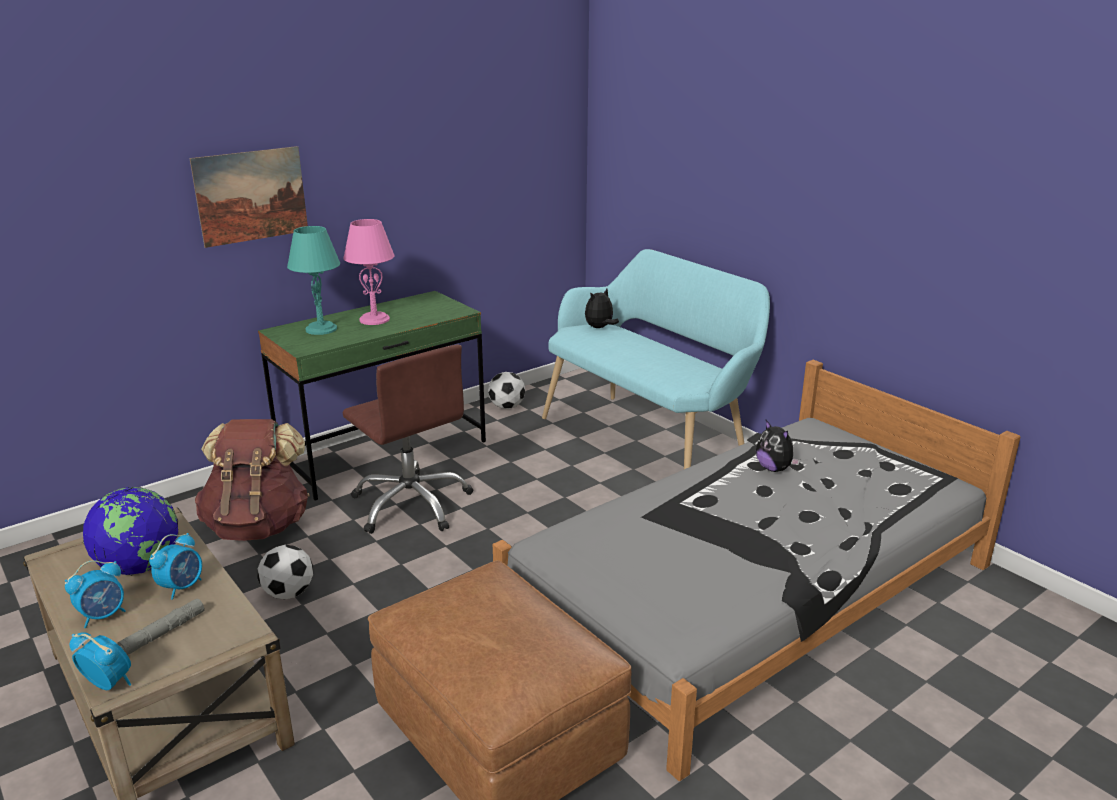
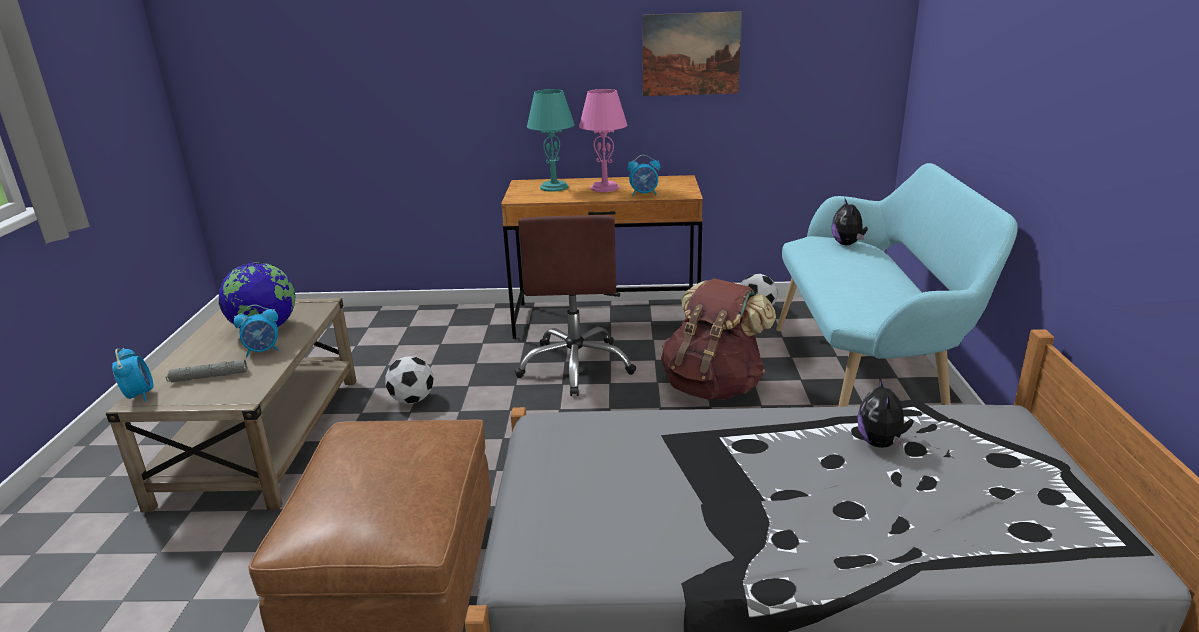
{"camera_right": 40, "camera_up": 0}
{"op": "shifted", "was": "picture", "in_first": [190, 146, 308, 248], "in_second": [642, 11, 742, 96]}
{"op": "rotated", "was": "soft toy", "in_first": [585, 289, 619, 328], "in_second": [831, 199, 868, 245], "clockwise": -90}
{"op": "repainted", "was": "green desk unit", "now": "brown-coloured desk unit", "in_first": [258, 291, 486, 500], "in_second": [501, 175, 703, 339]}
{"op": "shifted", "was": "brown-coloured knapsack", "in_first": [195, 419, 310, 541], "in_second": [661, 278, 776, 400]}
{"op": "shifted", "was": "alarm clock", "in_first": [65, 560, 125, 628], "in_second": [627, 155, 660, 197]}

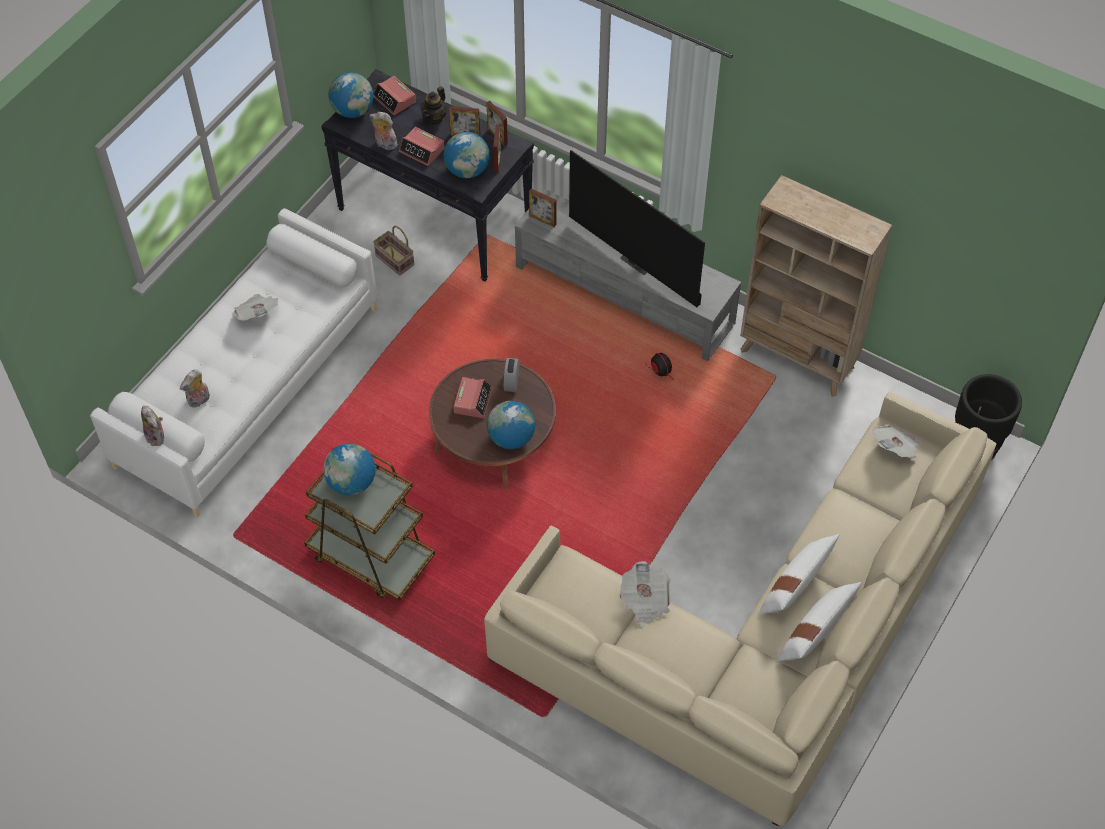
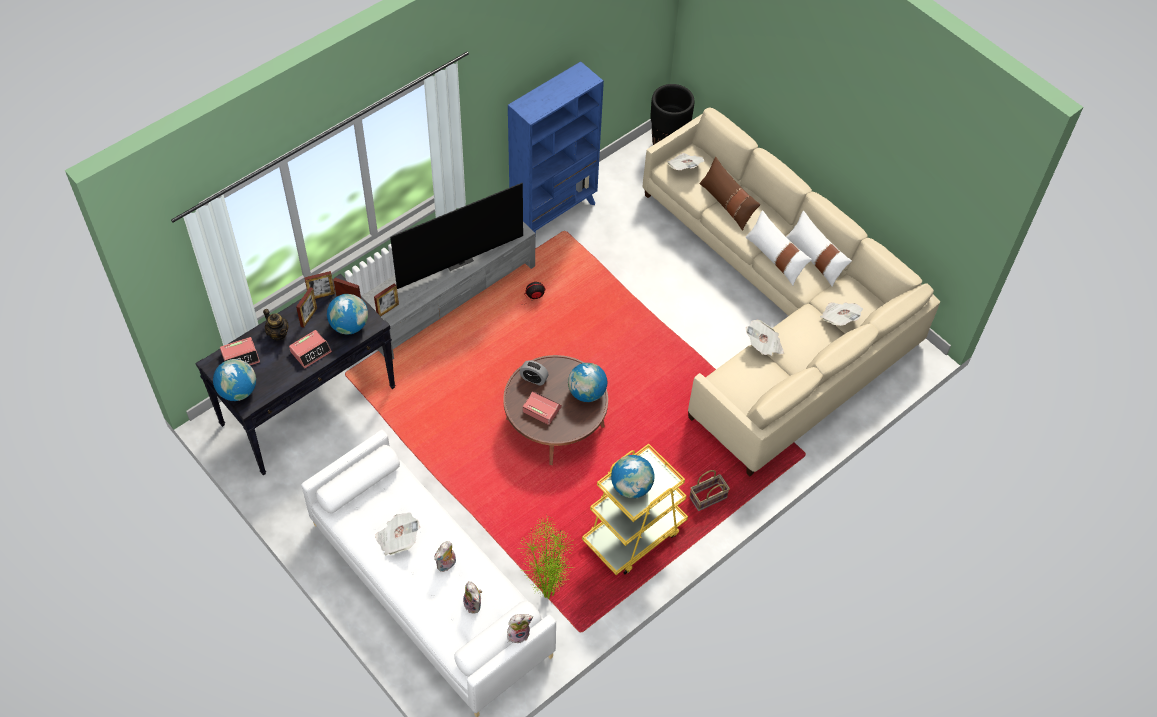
{"camera_right": -75, "camera_up": 0}
{"op": "shifted", "was": "soft toy", "in_first": [369, 112, 398, 150], "in_second": [434, 541, 456, 572]}
{"op": "repainted", "was": "sand-coloured bookcase", "now": "blue-coloured bookcase", "in_first": [740, 175, 892, 397], "in_second": [508, 61, 604, 242]}
{"op": "shifted", "was": "household basket", "in_first": [373, 226, 414, 276], "in_second": [689, 470, 730, 511]}
{"op": "repainted", "was": "brown-coloured cart", "now": "yellow-coloured cart", "in_first": [304, 451, 435, 601], "in_second": [582, 444, 688, 575]}
{"op": "new", "now": "brown-coloured pillow", "in_second": [699, 157, 761, 231]}
{"op": "new", "now": "newspaper", "in_second": [820, 302, 863, 326]}
{"op": "new", "now": "potted plant", "in_second": [518, 515, 574, 599]}

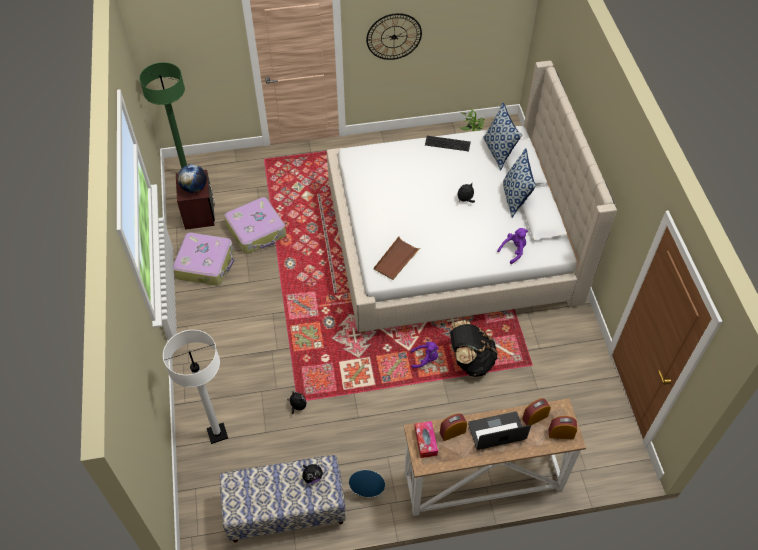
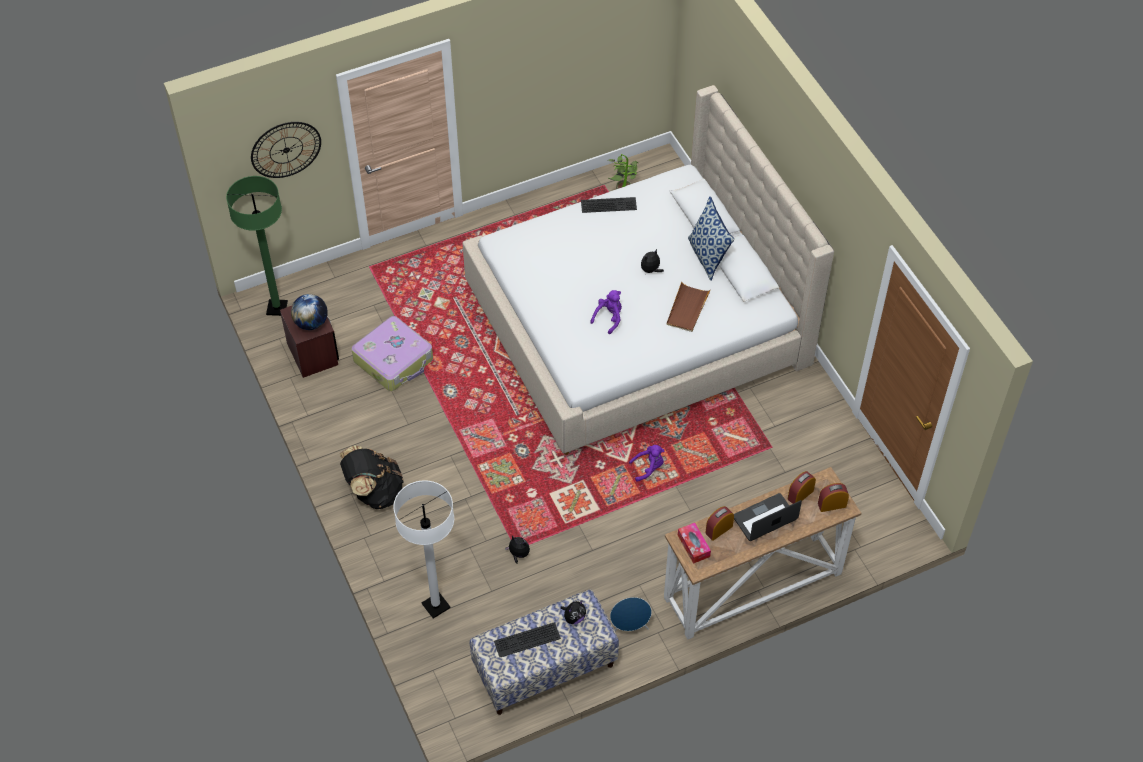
{"camera_right": -15, "camera_up": 0}
{"op": "shifted", "was": "clock on the wall", "in_first": [366, 13, 422, 60], "in_second": [251, 122, 321, 178]}
{"op": "gone", "was": "pillow", "in_first": [483, 102, 522, 170]}
{"op": "shifted", "was": "purple soft toy", "in_first": [497, 228, 528, 264], "in_second": [590, 290, 622, 334]}
{"op": "gone", "was": "piece of luggage", "in_first": [173, 232, 234, 286]}
{"op": "shifted", "was": "brown-coloured serving tray", "in_first": [374, 236, 420, 280], "in_second": [667, 282, 711, 332]}
{"op": "shifted", "was": "black knapsack", "in_first": [450, 320, 498, 377], "in_second": [340, 445, 404, 509]}
{"op": "new", "now": "PC keyboard", "in_second": [494, 622, 561, 657]}

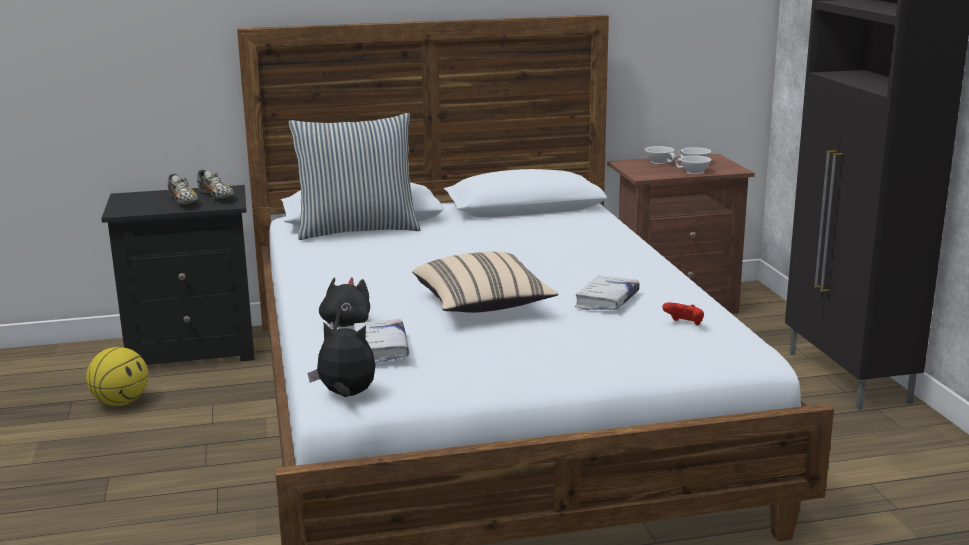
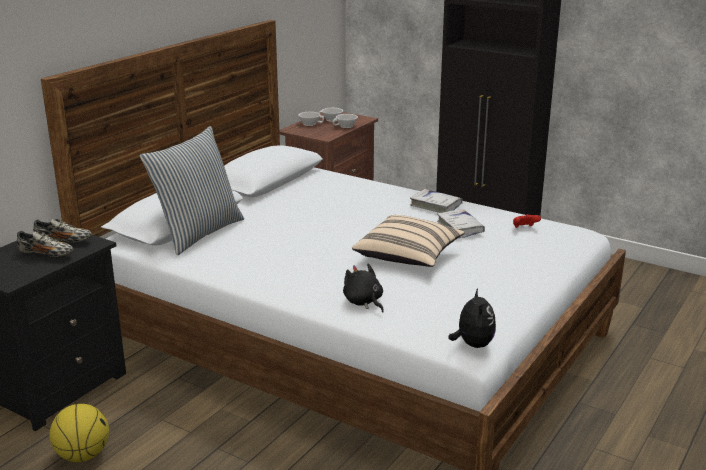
{"camera_right": -45, "camera_up": 5}
{"op": "shifted", "was": "white-coloured volume", "in_first": [354, 319, 409, 363], "in_second": [410, 189, 463, 213]}
{"op": "rotated", "was": "soft toy", "in_first": [308, 323, 376, 397], "in_second": [448, 288, 496, 348], "clockwise": 120}

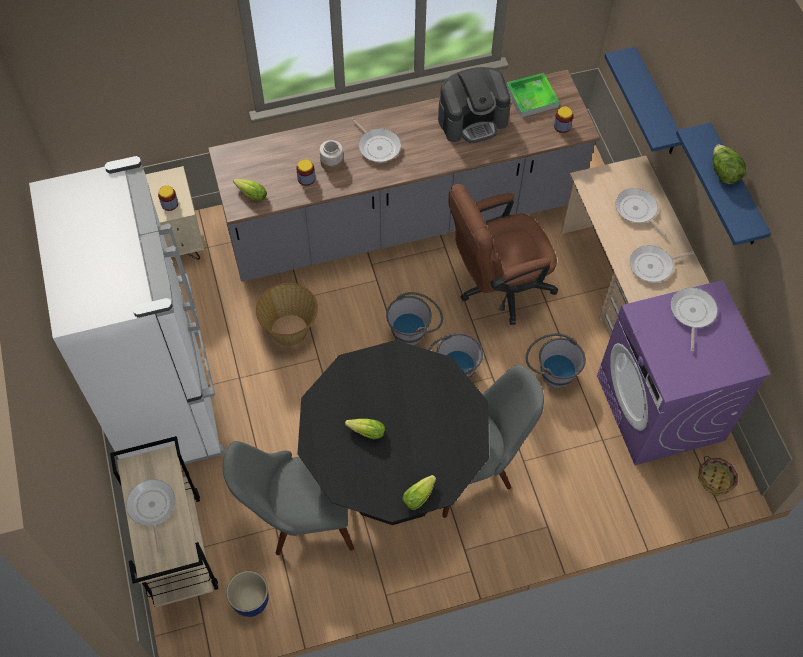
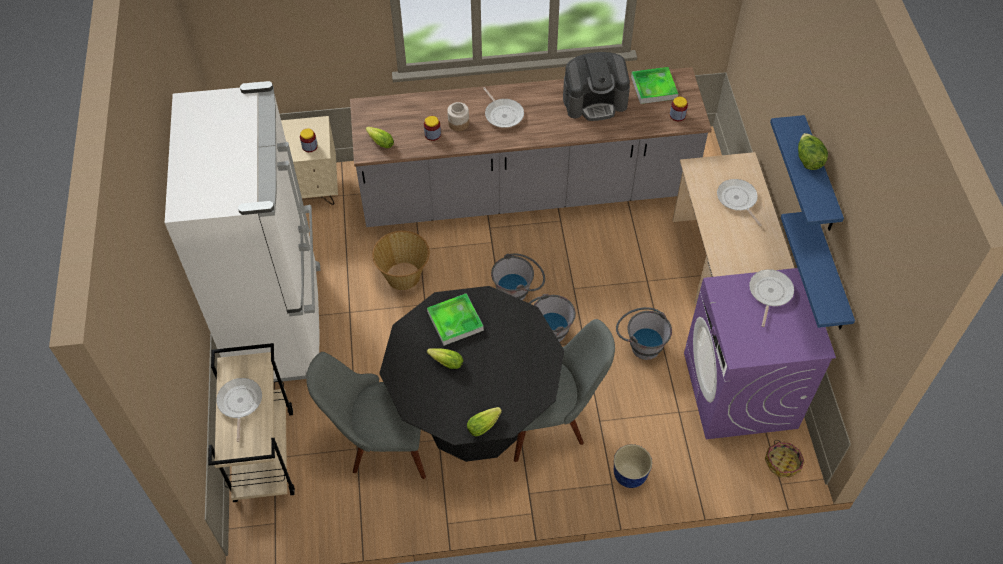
{"camera_right": 10, "camera_up": -5}
{"op": "shifted", "was": "blue-coloured bracket shelf", "in_first": [604, 47, 681, 154], "in_second": [781, 212, 855, 329]}
{"op": "gone", "was": "brown-coloured office chair", "in_first": [449, 184, 558, 325]}
{"op": "gone", "was": "pan", "in_first": [629, 245, 694, 282]}
{"op": "shifted", "was": "plant pot", "in_first": [226, 571, 269, 617], "in_second": [614, 444, 652, 488]}
{"op": "new", "now": "serving tray", "in_second": [427, 293, 484, 345]}

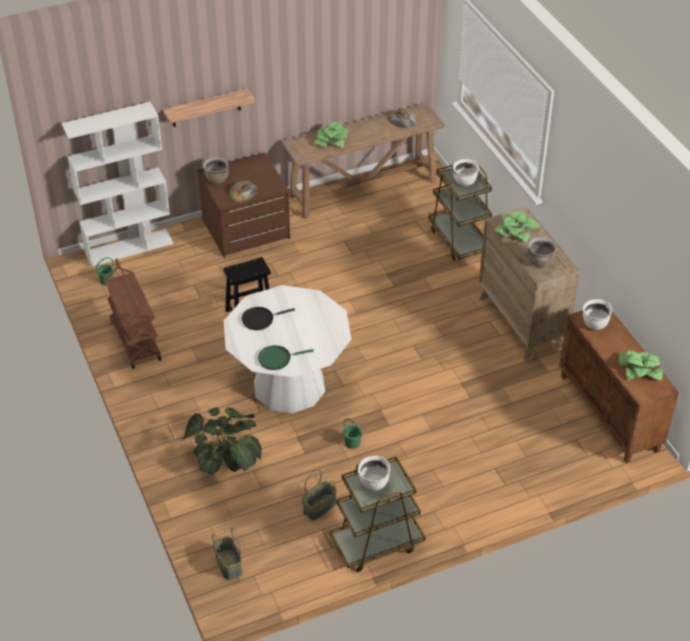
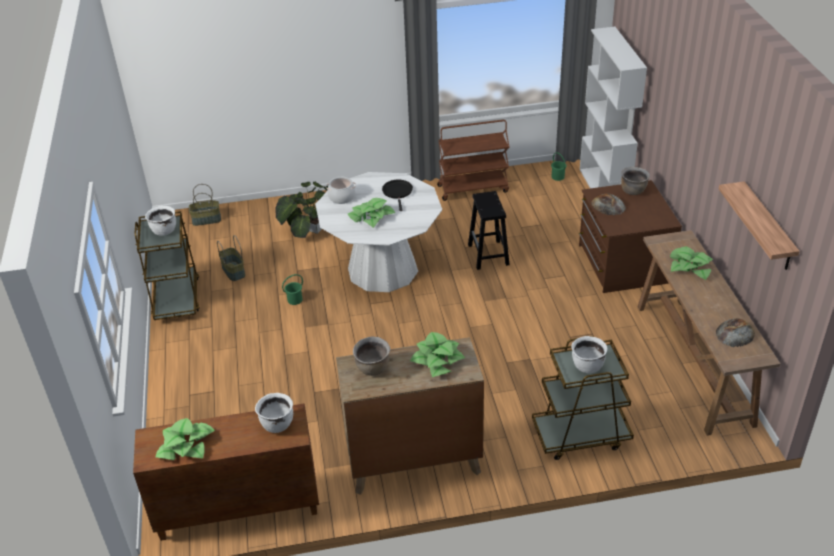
{"camera_right": 105, "camera_up": -5}
{"op": "shifted", "was": "bracket shelf", "in_first": [163, 88, 255, 127], "in_second": [719, 181, 800, 270]}
{"op": "swapped", "was": "green pan", "now": "saucepot", "in_first": [258, 345, 314, 370], "in_second": [325, 177, 356, 204]}
{"op": "new", "now": "potted plant", "in_second": [348, 198, 395, 228]}

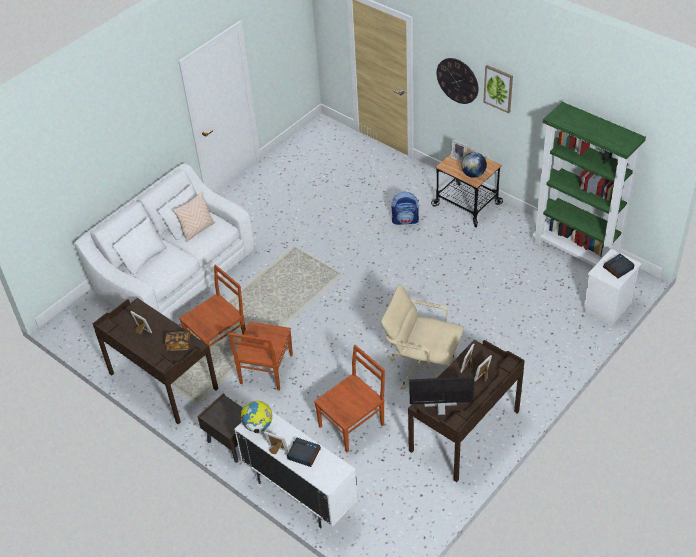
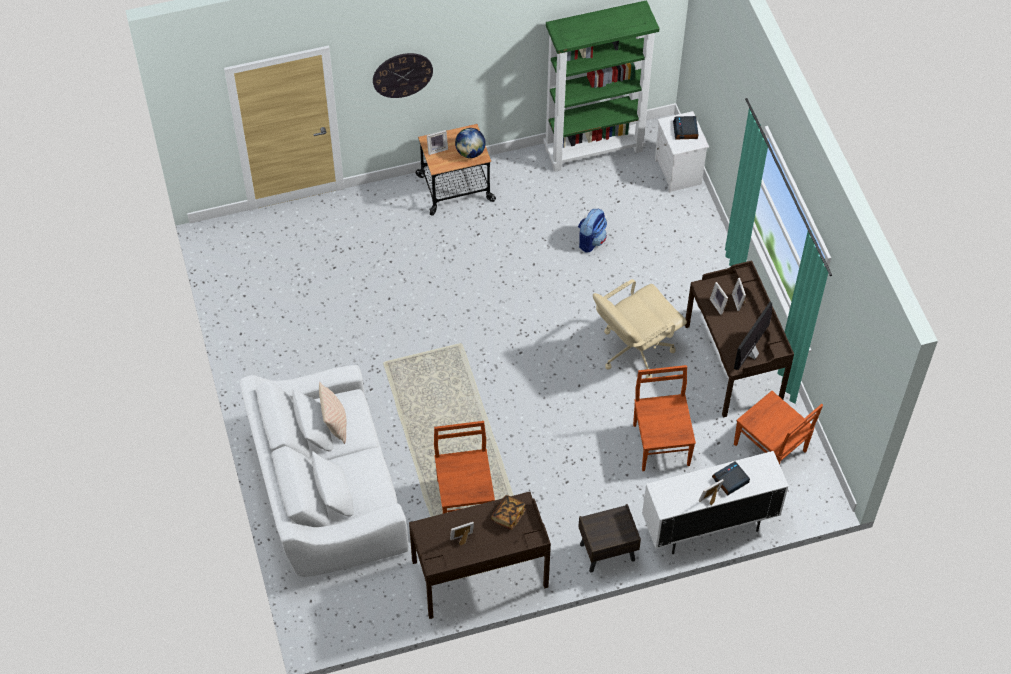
{"camera_right": -60, "camera_up": 10}
{"op": "gone", "was": "picture", "in_first": [483, 65, 513, 113]}
{"op": "shifted", "was": "knapsack", "in_first": [392, 192, 419, 225], "in_second": [578, 208, 607, 253]}
{"op": "shifted", "was": "brown-coloured upright chair", "in_first": [229, 321, 293, 391], "in_second": [734, 391, 823, 465]}
{"op": "gone", "was": "desk globe", "in_first": [240, 401, 272, 434]}

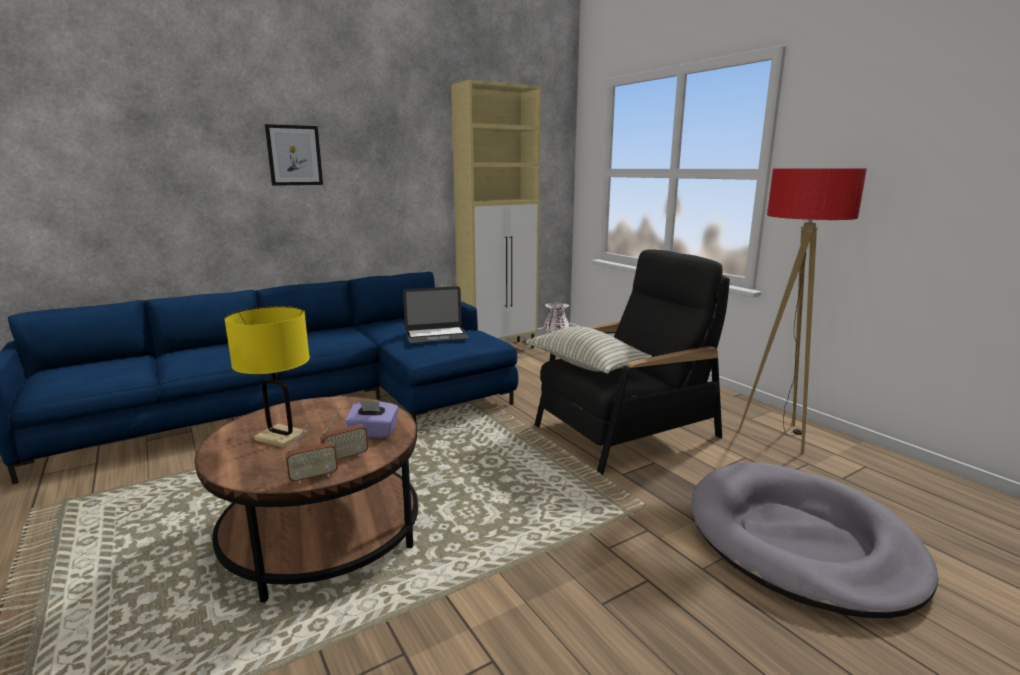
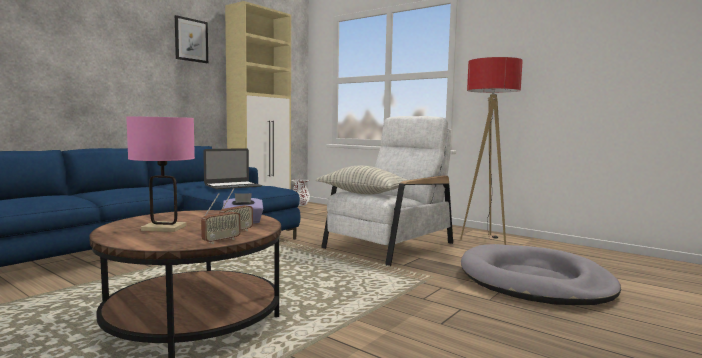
{"camera_right": -20, "camera_up": -10}
{"op": "shifted", "was": "picture", "in_first": [265, 124, 323, 186], "in_second": [175, 15, 208, 63]}
{"op": "repainted", "was": "black easy chair", "now": "white-coloured easy chair", "in_first": [535, 249, 730, 475], "in_second": [321, 116, 453, 267]}
{"op": "repainted", "was": "yellow-coloured table lamp", "now": "pink table lamp", "in_first": [224, 306, 310, 448], "in_second": [126, 116, 195, 232]}

